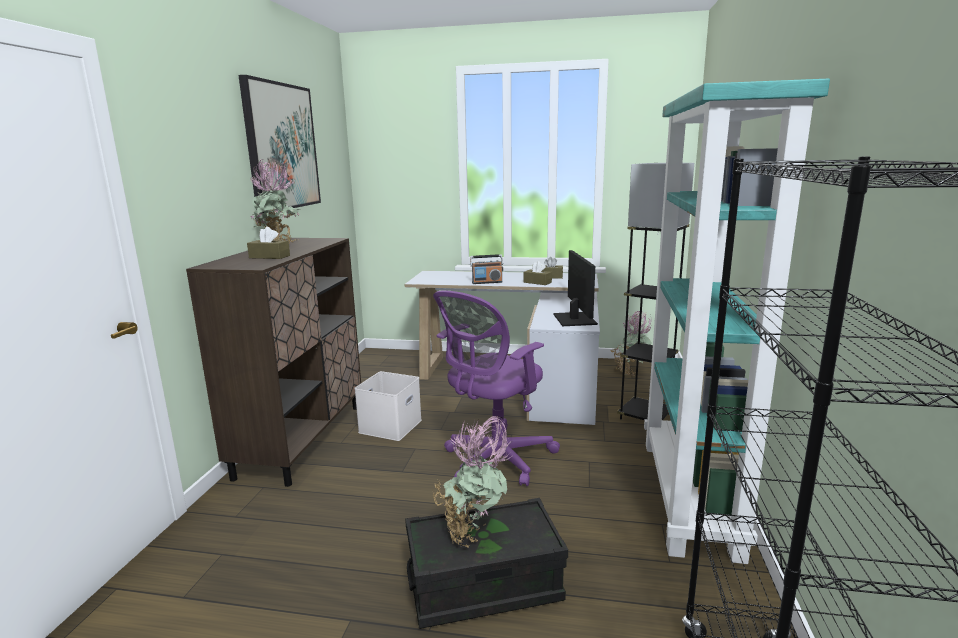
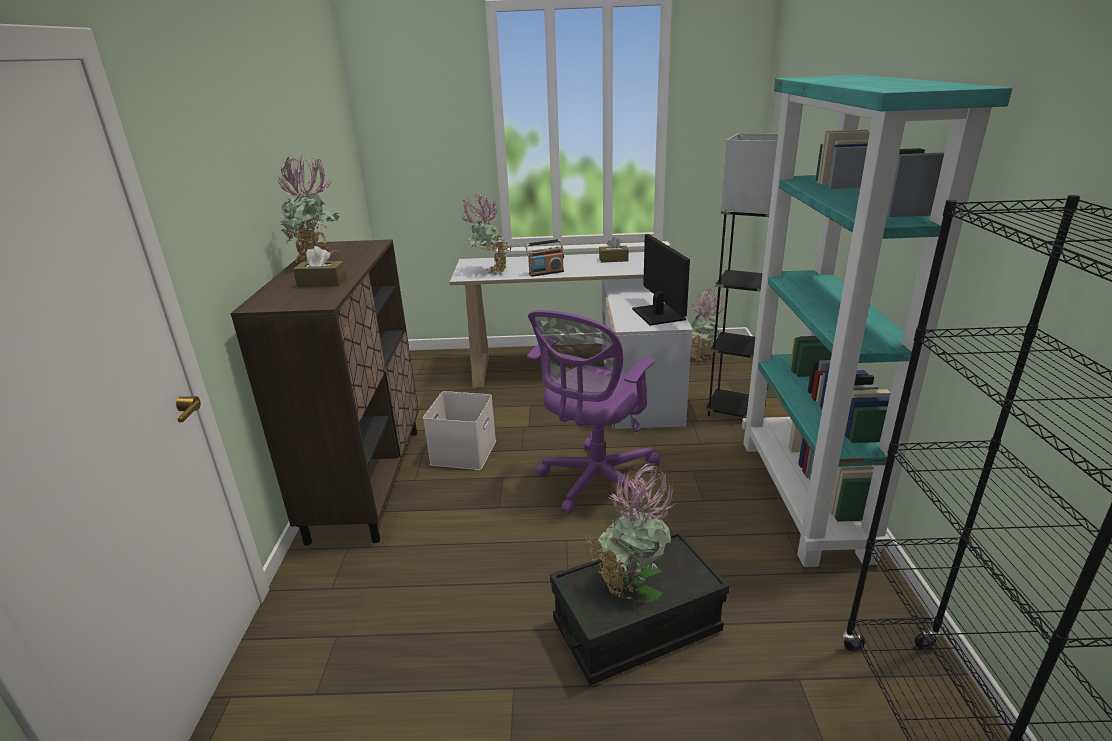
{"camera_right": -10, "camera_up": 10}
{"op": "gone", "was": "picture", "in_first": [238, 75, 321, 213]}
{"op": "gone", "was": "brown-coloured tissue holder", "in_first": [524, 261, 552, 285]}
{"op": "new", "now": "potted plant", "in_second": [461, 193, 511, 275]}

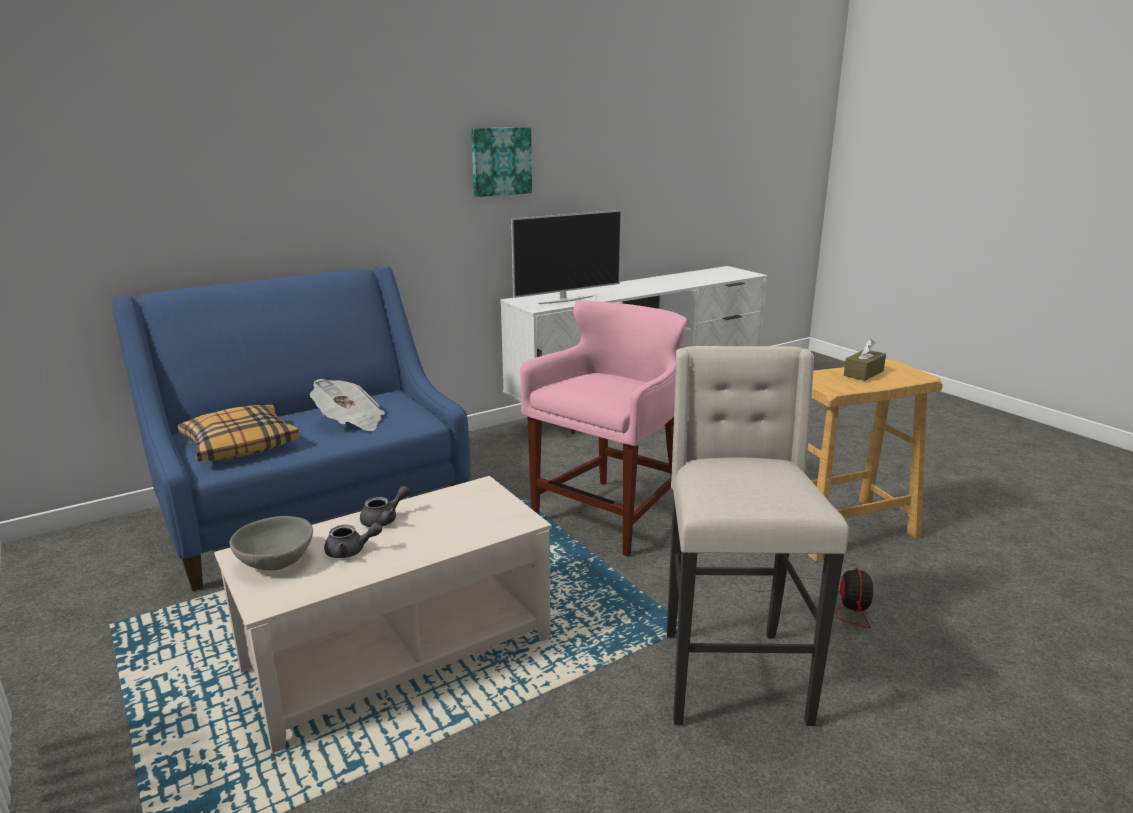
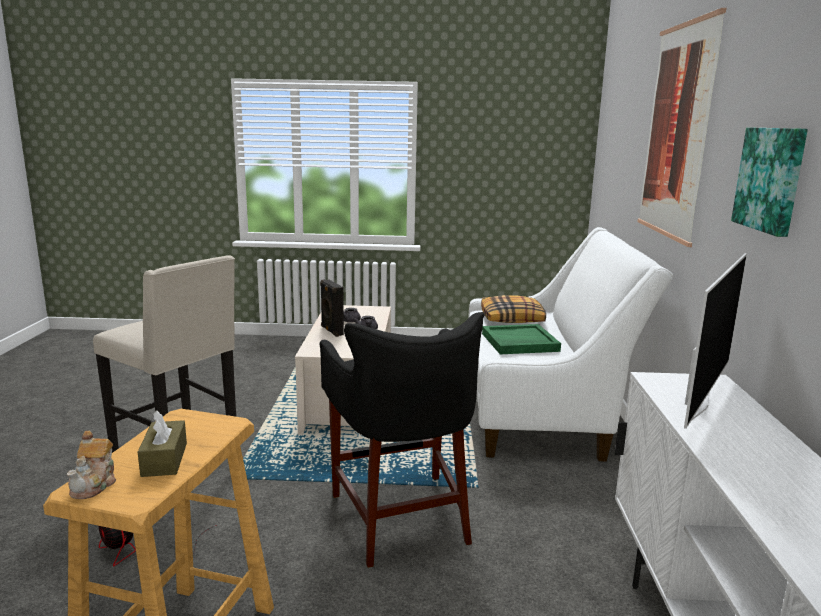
{"camera_right": 125, "camera_up": -5}
{"op": "rotated", "was": "TV set", "in_first": [511, 210, 622, 304], "in_second": [684, 253, 747, 429], "clockwise": -150}
{"op": "repainted", "was": "blue-coloured settee", "now": "white-coloured settee", "in_first": [112, 266, 470, 591], "in_second": [468, 227, 673, 461]}
{"op": "repainted", "was": "pink stool seat", "now": "black stool seat", "in_first": [520, 301, 687, 557], "in_second": [320, 312, 485, 568]}
{"op": "swapped", "was": "newspaper", "now": "green serving tray", "in_first": [310, 379, 385, 431], "in_second": [482, 324, 561, 354]}
{"op": "gone", "was": "gray deep dish", "in_first": [229, 516, 313, 570]}
{"op": "new", "now": "picture", "in_second": [637, 8, 727, 247]}
{"op": "new", "now": "black speaker", "in_second": [320, 280, 344, 337]}
{"op": "new", "now": "tea pot", "in_second": [67, 431, 117, 499]}

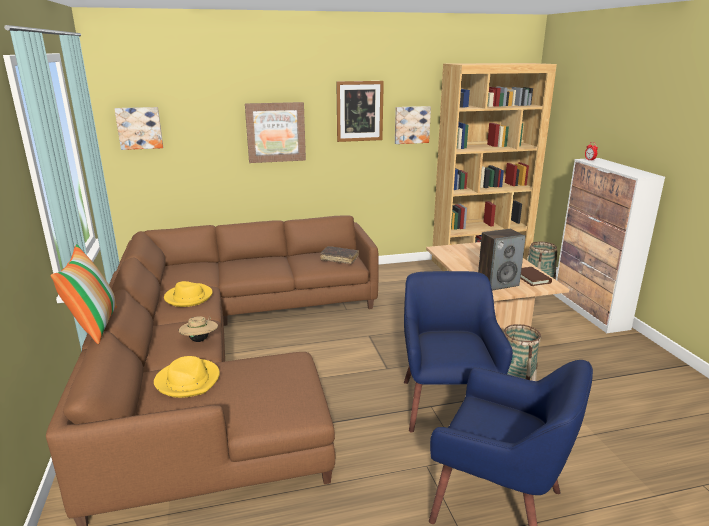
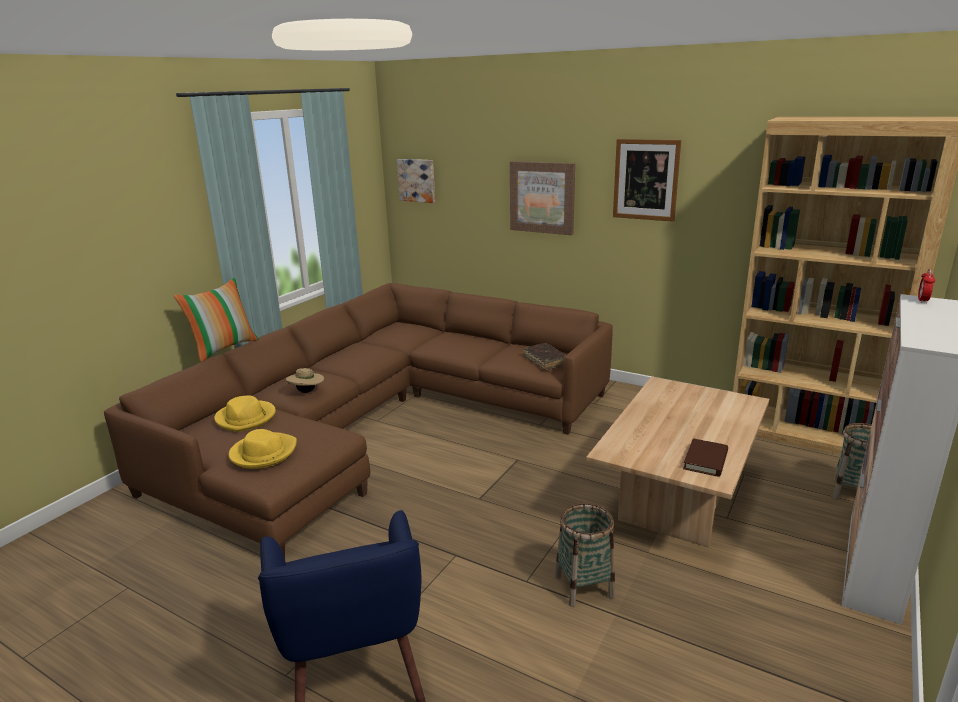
{"camera_right": 45, "camera_up": 0}
{"op": "gone", "was": "picture", "in_first": [395, 106, 431, 144]}
{"op": "gone", "was": "speaker", "in_first": [478, 229, 526, 290]}
{"op": "gone", "was": "blue-coloured easy chair", "in_first": [404, 271, 513, 433]}
{"op": "shifted", "was": "yellow-coloured hat", "in_first": [164, 281, 213, 307], "in_second": [228, 429, 297, 469]}

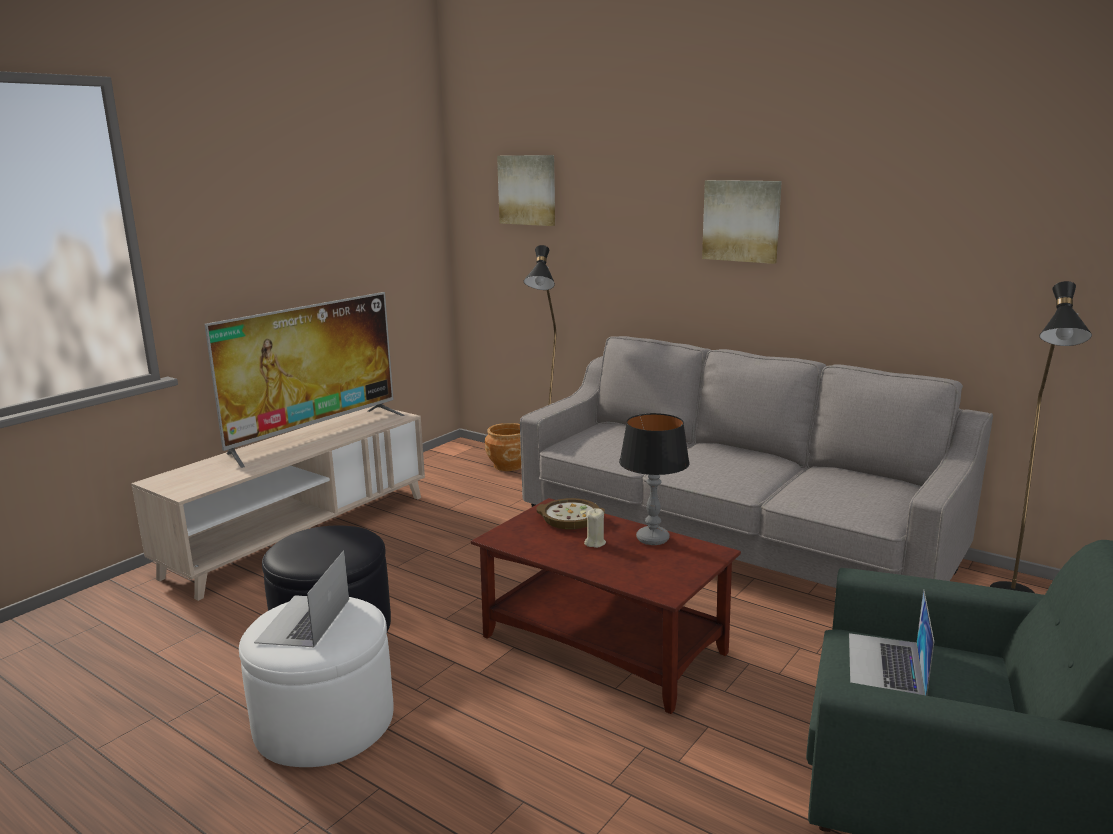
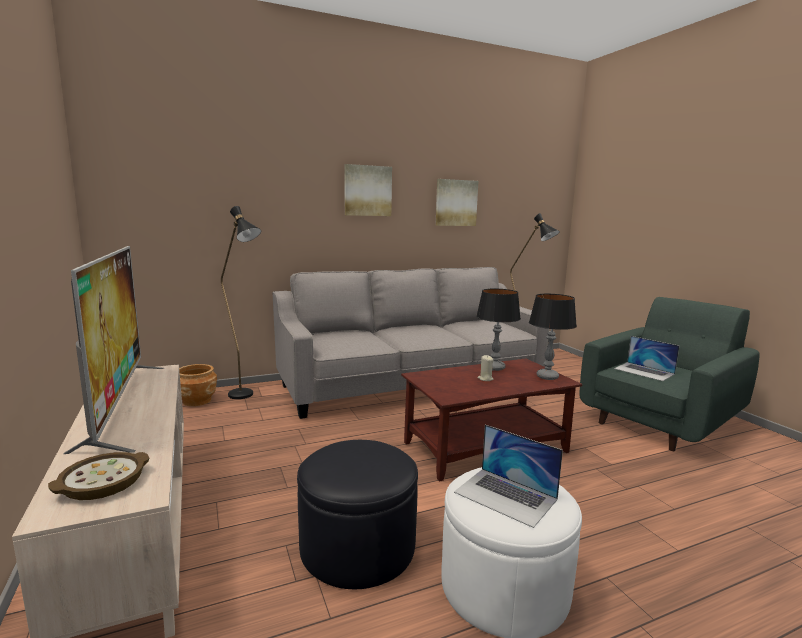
{"camera_right": -60, "camera_up": -5}
{"op": "shifted", "was": "picture", "in_first": [497, 155, 555, 226], "in_second": [435, 179, 478, 226]}
{"op": "shifted", "was": "deep dish", "in_first": [536, 498, 605, 530], "in_second": [48, 452, 149, 500]}
{"op": "new", "now": "table lamp", "in_second": [529, 294, 577, 380]}

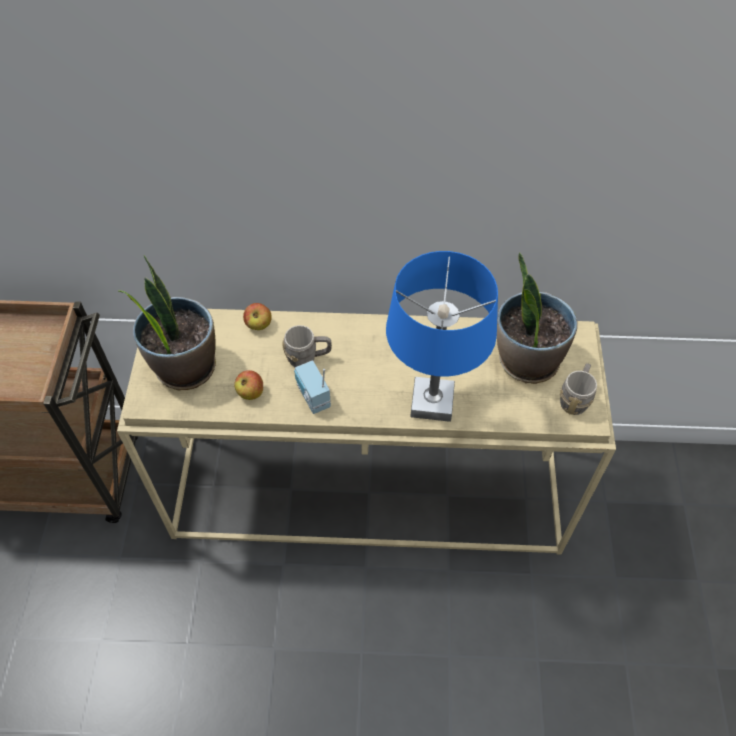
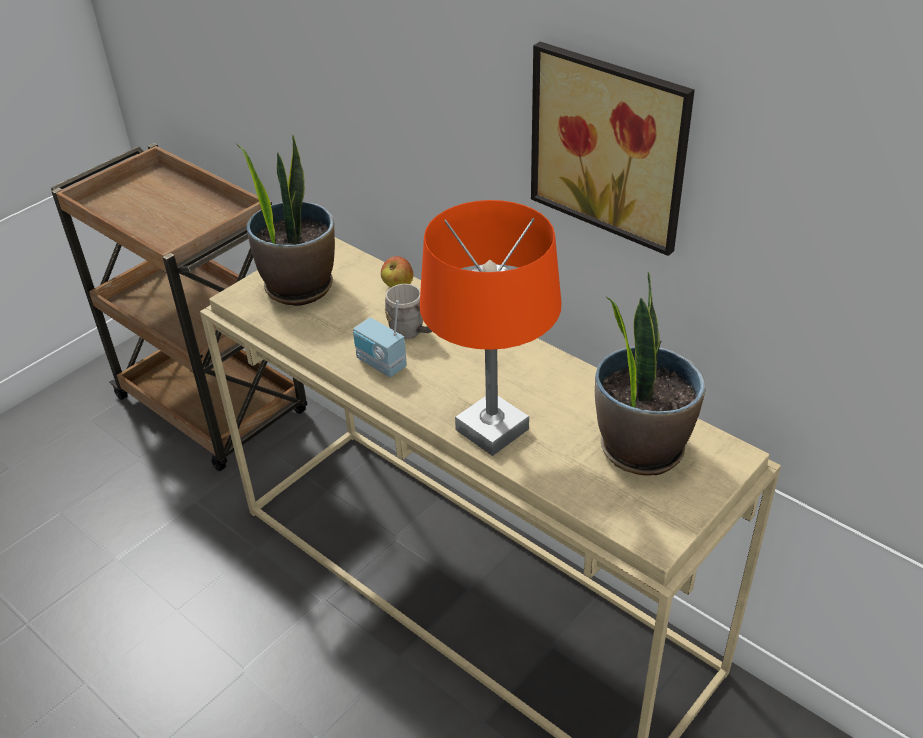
{"camera_right": 40, "camera_up": -15}
{"op": "repainted", "was": "blue-coloured table lamp", "now": "orangey table lamp", "in_first": [386, 251, 498, 422], "in_second": [420, 200, 561, 456]}
{"op": "rotated", "was": "radio receiver", "in_first": [294, 360, 331, 414], "in_second": [353, 300, 407, 377], "clockwise": -60}
{"op": "gone", "was": "gray coffee mug", "in_first": [560, 363, 597, 415]}
{"op": "gone", "was": "apple", "in_first": [234, 370, 263, 400]}
{"op": "new", "now": "picture", "in_second": [531, 42, 695, 256]}

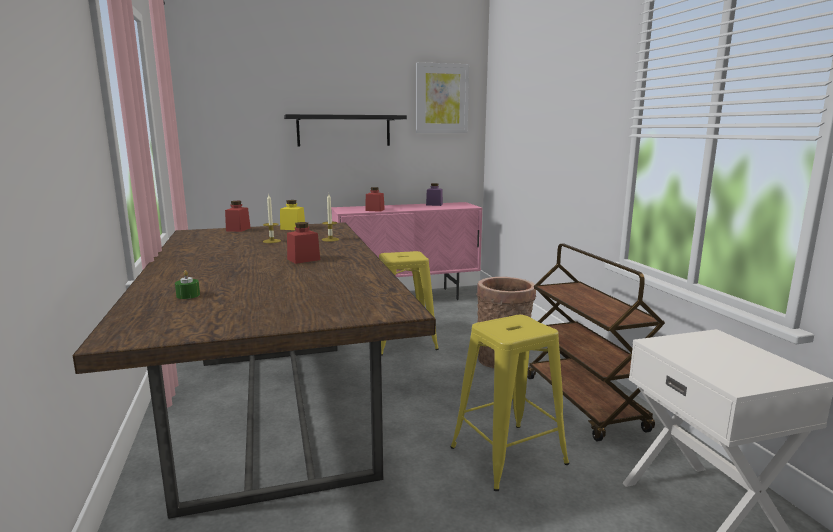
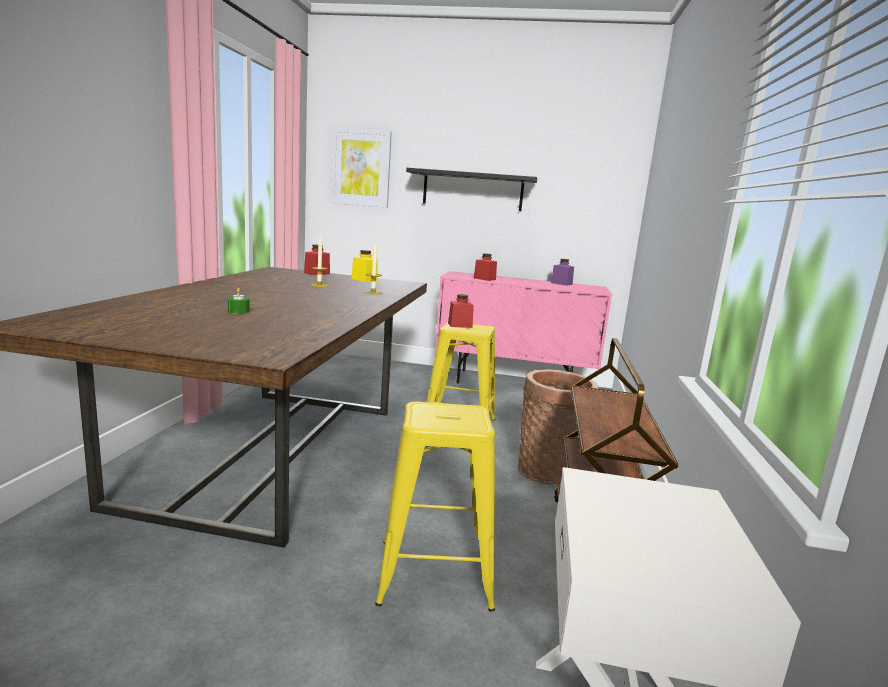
{"camera_right": 25, "camera_up": 0}
{"op": "shifted", "was": "picture", "in_first": [416, 62, 469, 133], "in_second": [331, 128, 392, 208]}
{"op": "shifted", "was": "reddish storage jar", "in_first": [287, 222, 320, 264], "in_second": [448, 294, 474, 328]}
{"op": "shifted", "was": "green candle", "in_first": [175, 270, 200, 299], "in_second": [228, 288, 250, 314]}

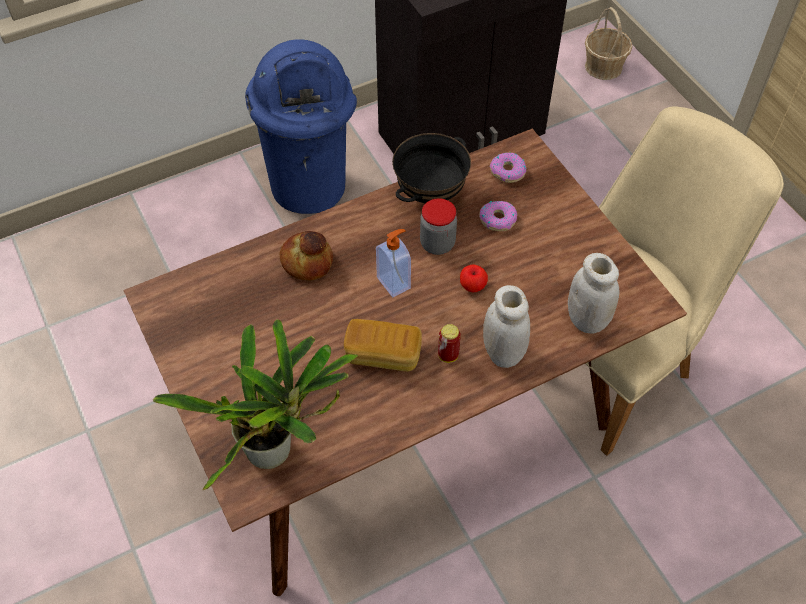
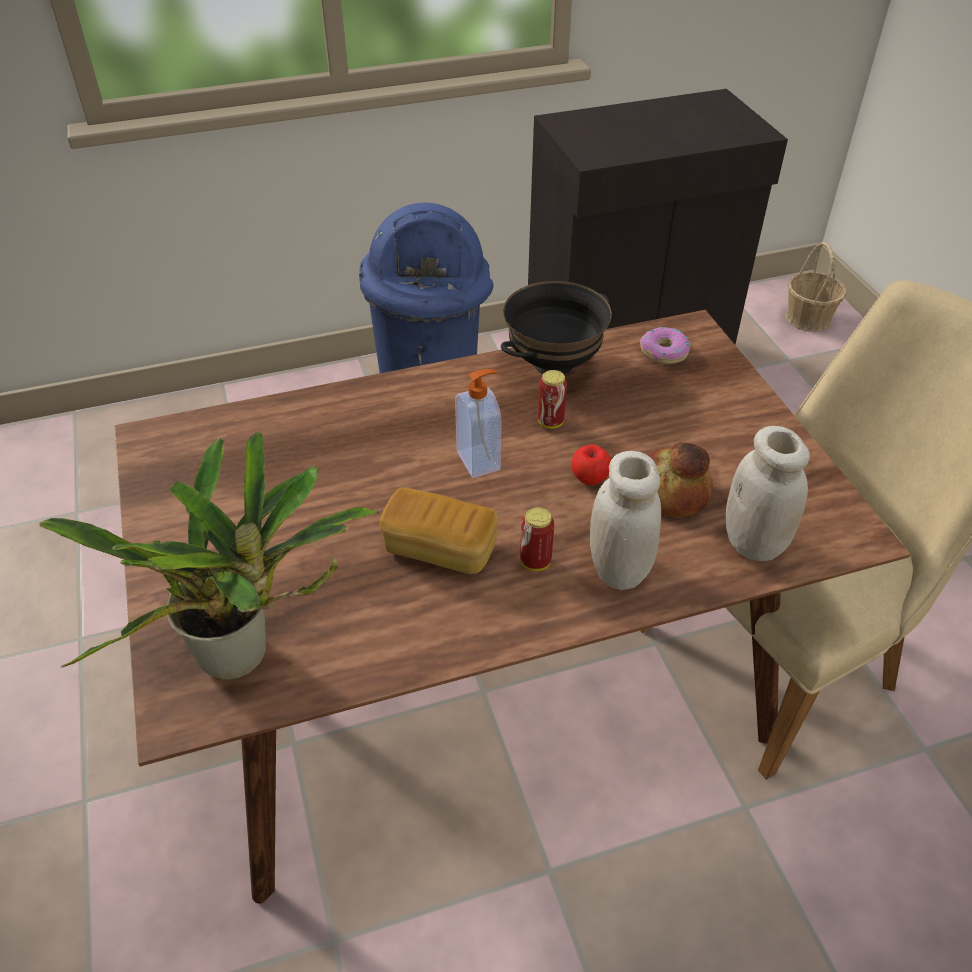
{"camera_right": 10, "camera_up": -10}
{"op": "swapped", "was": "storage jar", "now": "sealed can", "in_first": [420, 198, 457, 255], "in_second": [538, 370, 567, 429]}
{"op": "gone", "was": "donut", "in_first": [479, 201, 517, 231]}
{"op": "shifted", "was": "bakery bread", "in_first": [280, 231, 333, 281], "in_second": [647, 442, 713, 518]}

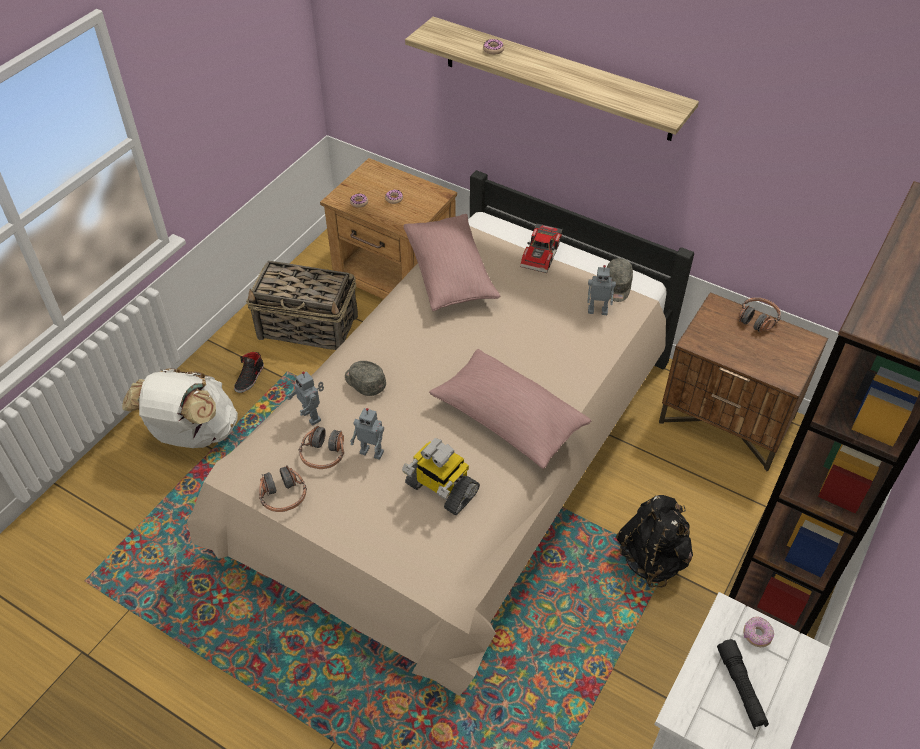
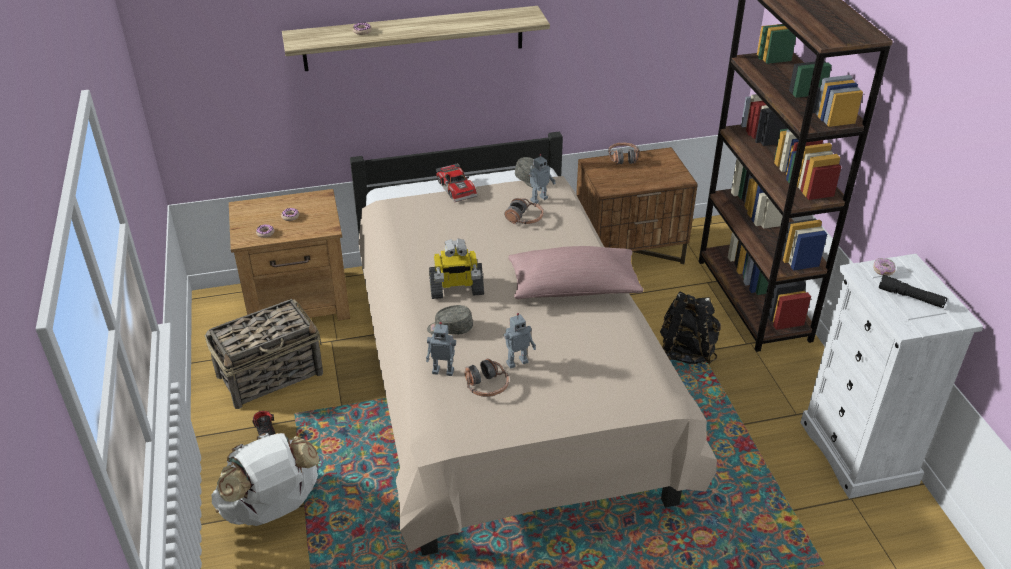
{"camera_right": -45, "camera_up": -10}
{"op": "gone", "was": "pink pillow", "in_first": [403, 214, 500, 311]}
{"op": "shifted", "was": "toy robot", "in_first": [402, 438, 480, 515], "in_second": [429, 238, 484, 299]}
{"op": "shifted", "was": "headphones", "in_first": [259, 465, 307, 512], "in_second": [504, 198, 543, 224]}

